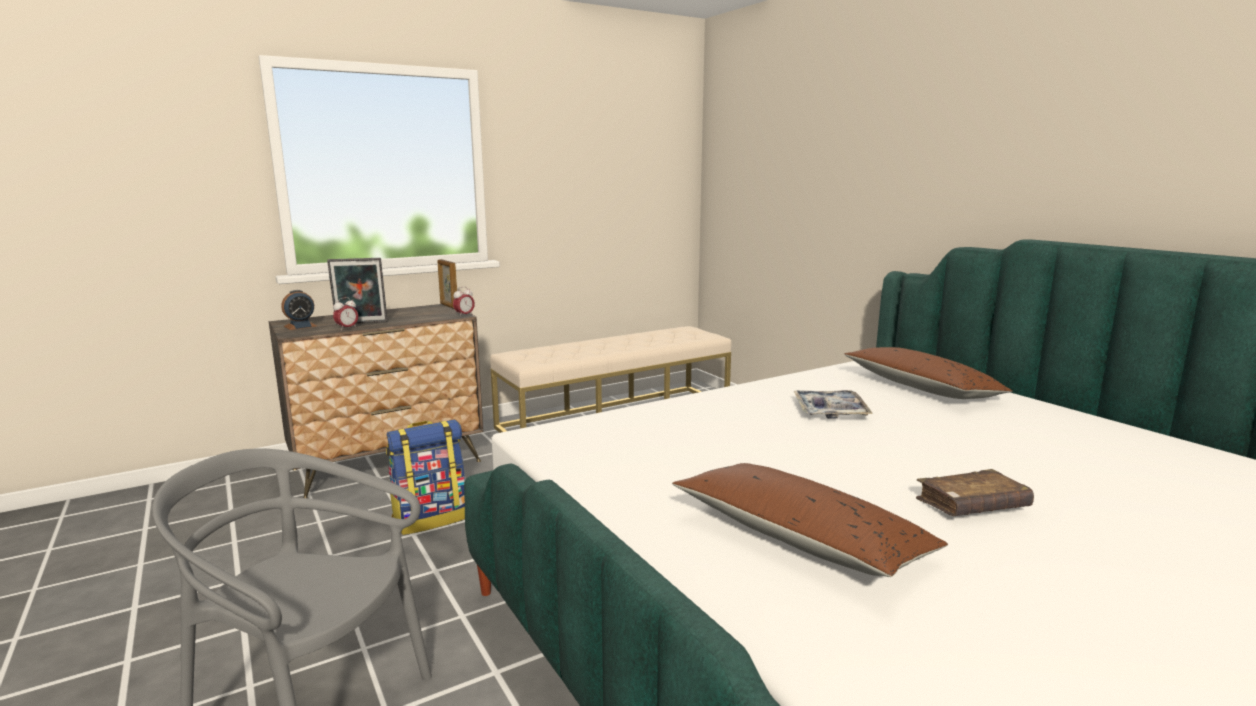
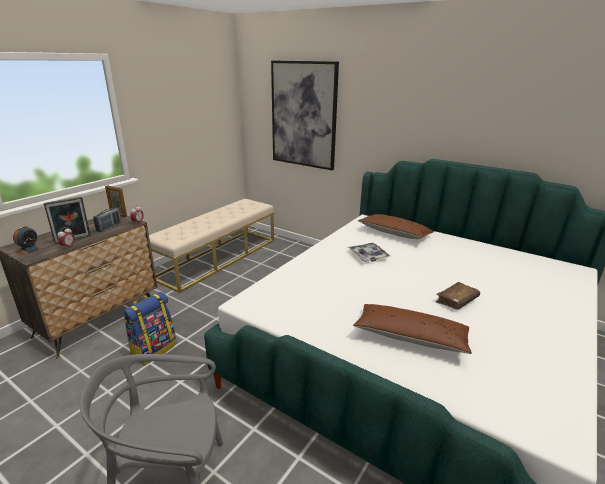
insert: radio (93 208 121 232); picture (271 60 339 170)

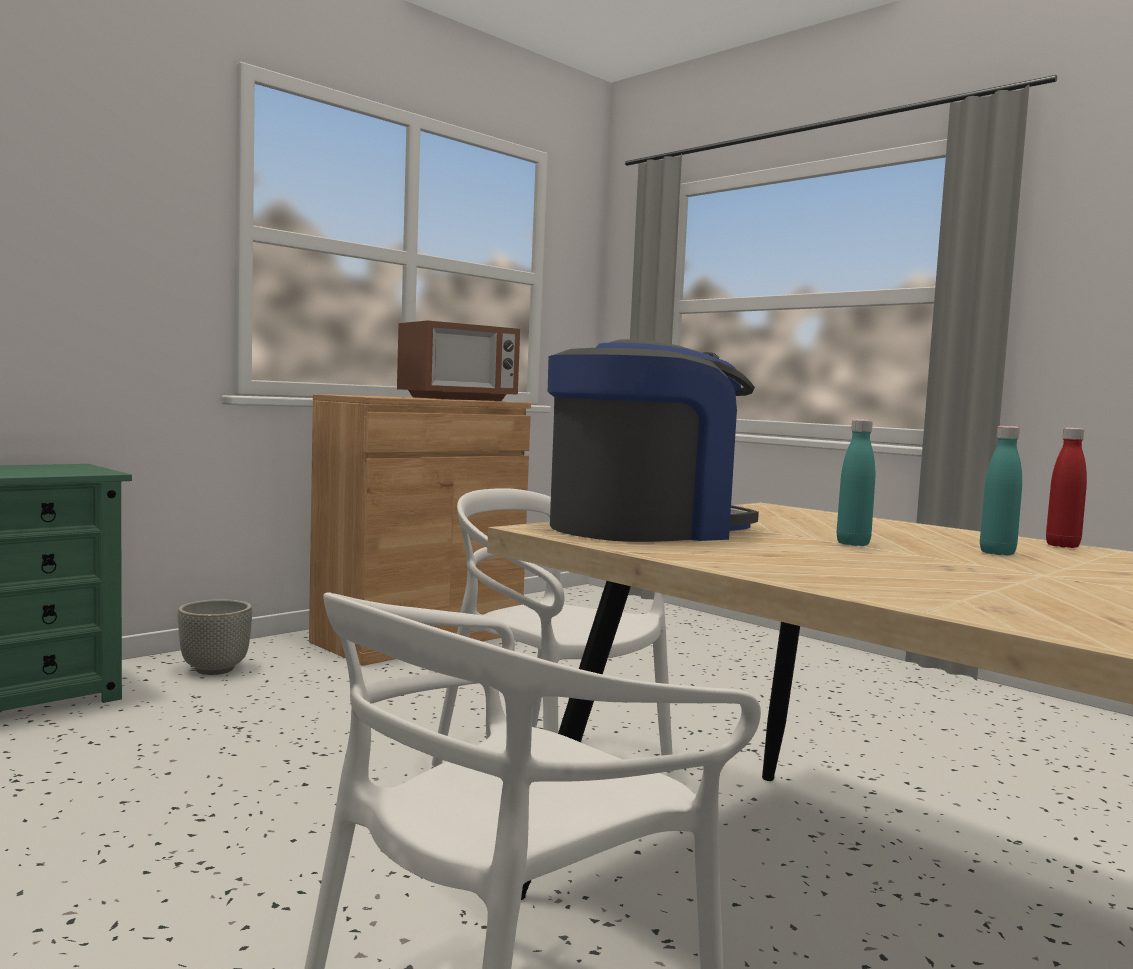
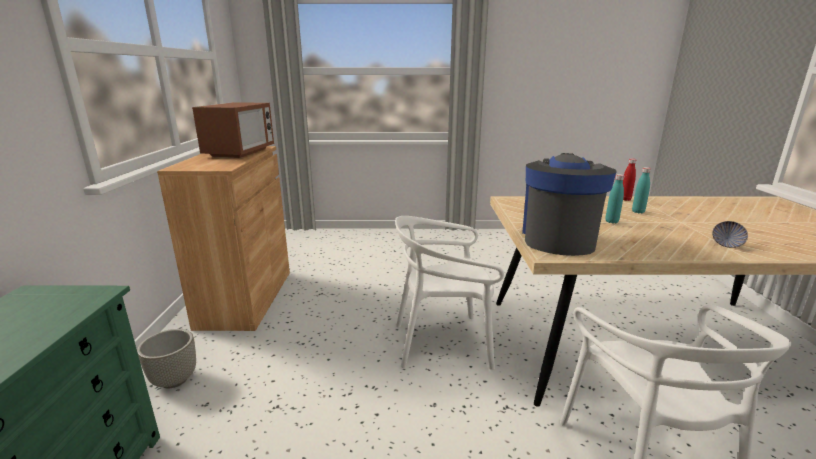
insert: bowl (712 221 748 248)

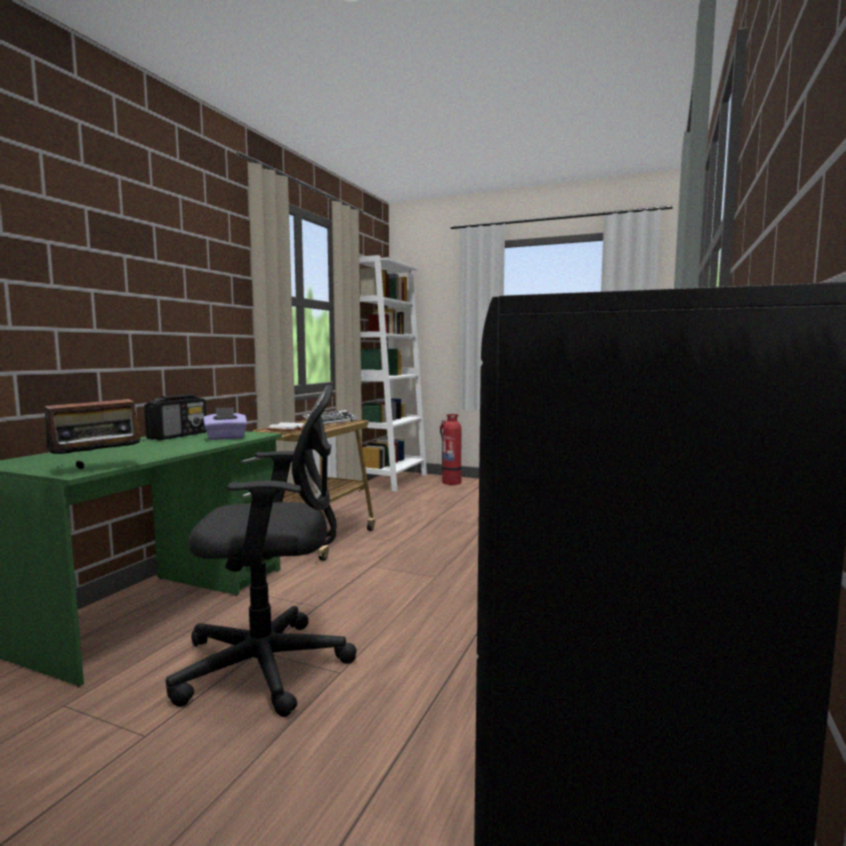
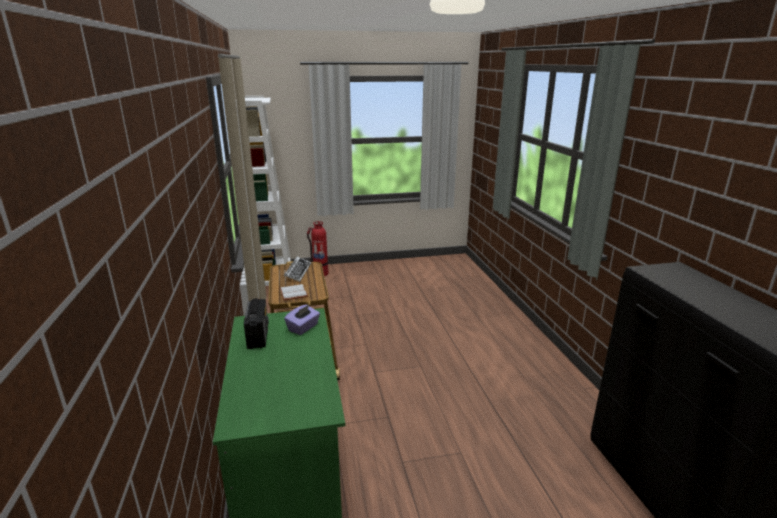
delete: radio (45 385 146 469); office chair (black) (166 385 357 717)

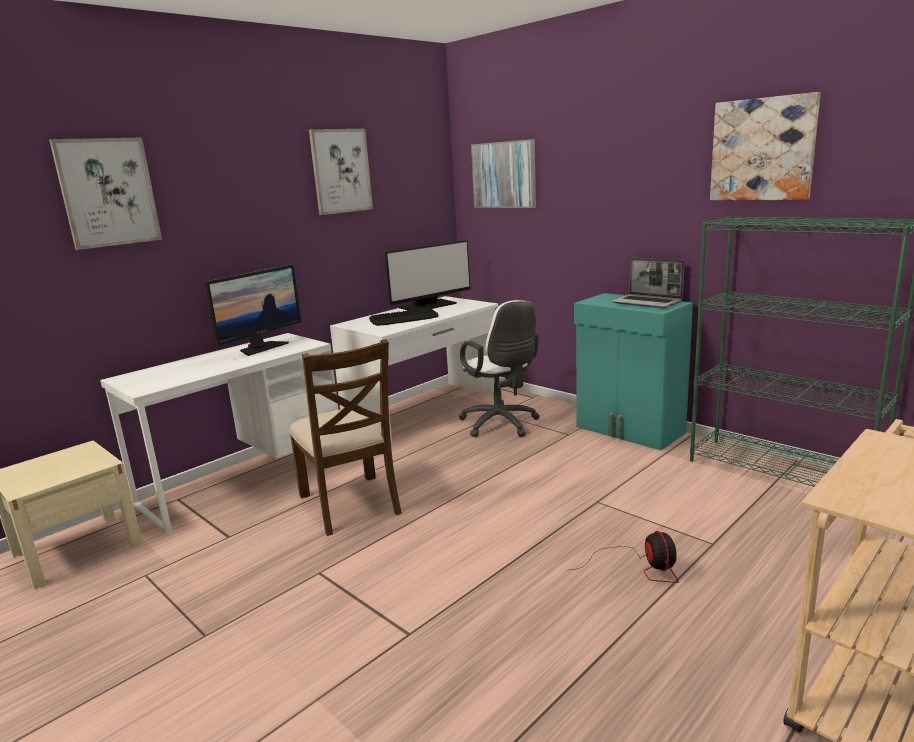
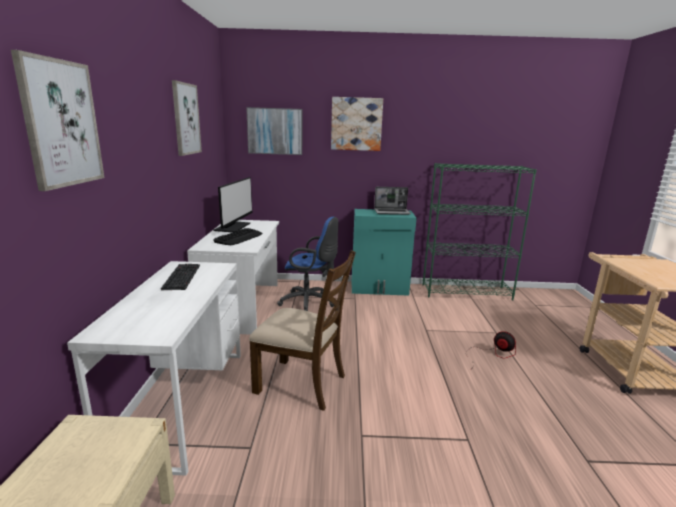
move: picture (710 92 821 200) to (331 97 383 151)
replace: monitor (205 264 301 356) to keyboard (161 264 200 290)
recolor: office chair (white) (459 300 540 437) to office chair (blue) (277 217 338 311)

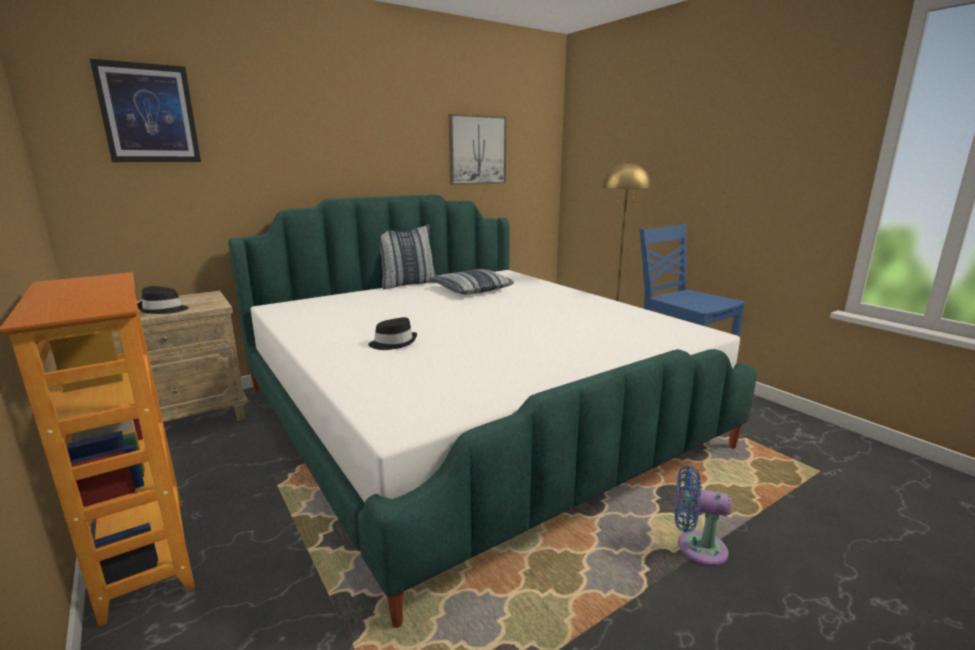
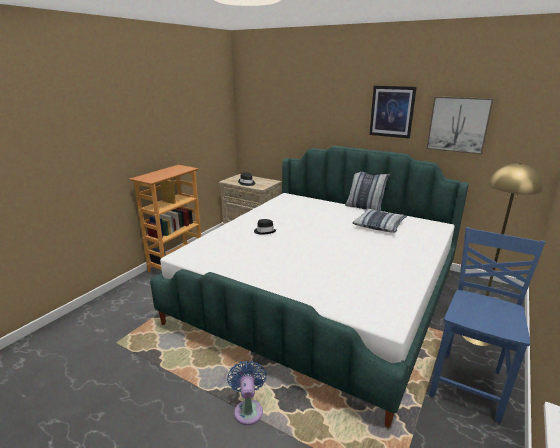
move: picture (90 59 201 162) to (369 86 417 138)

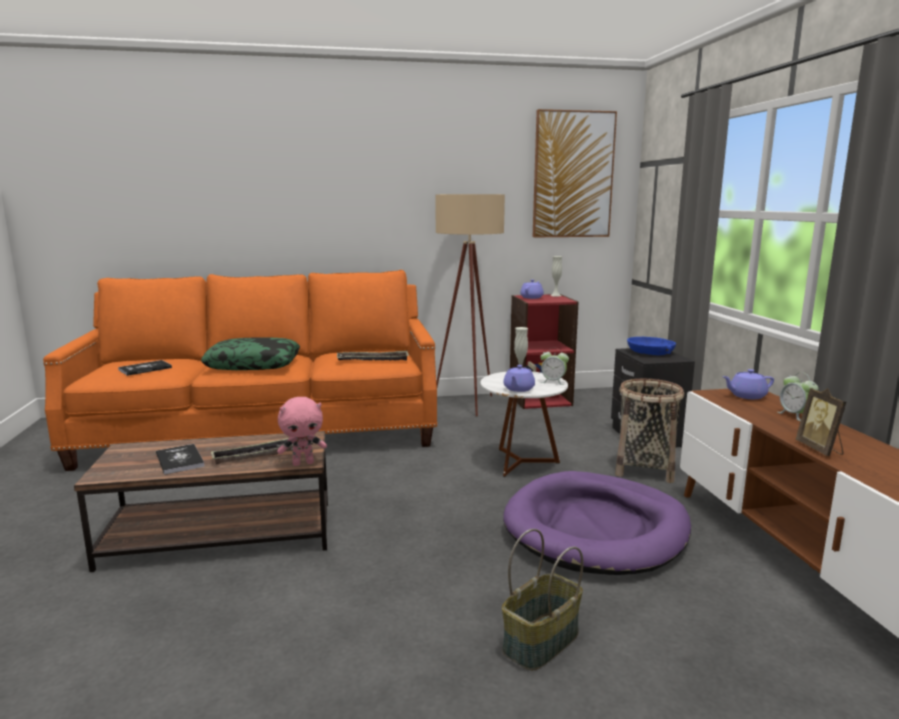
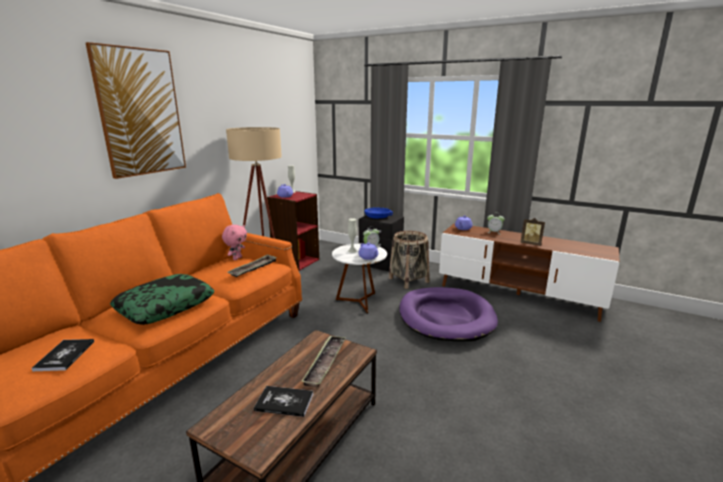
delete: basket (502 529 583 670)
move: plush toy (pink) (277 397 327 466) to (222 225 247 260); picture (533 109 617 237) to (86 42 186 179)

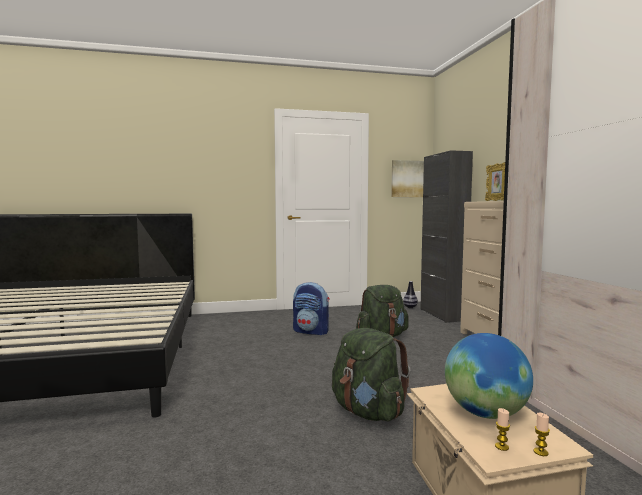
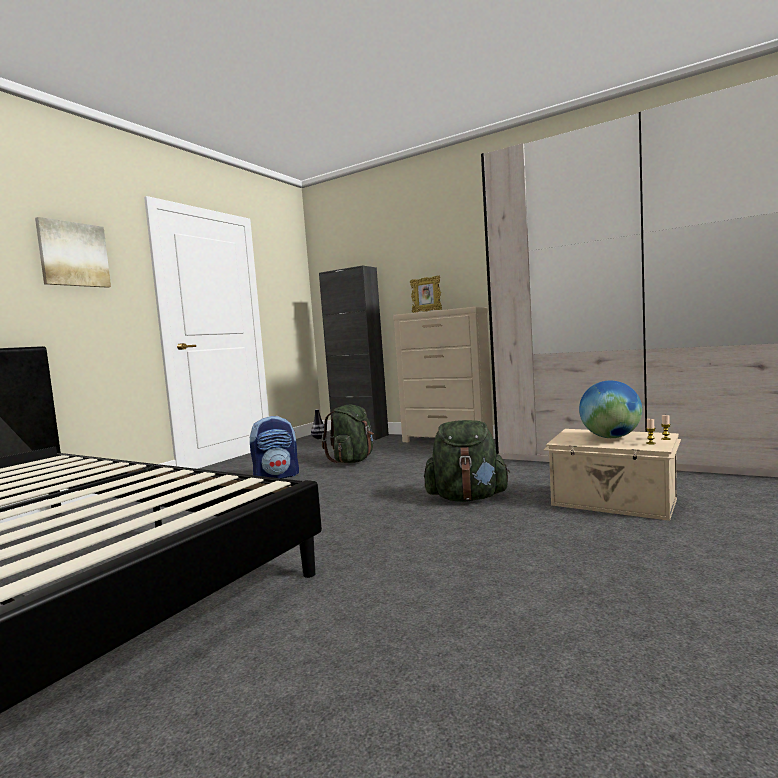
move: picture (391 160 424 197) to (35 217 111 288)

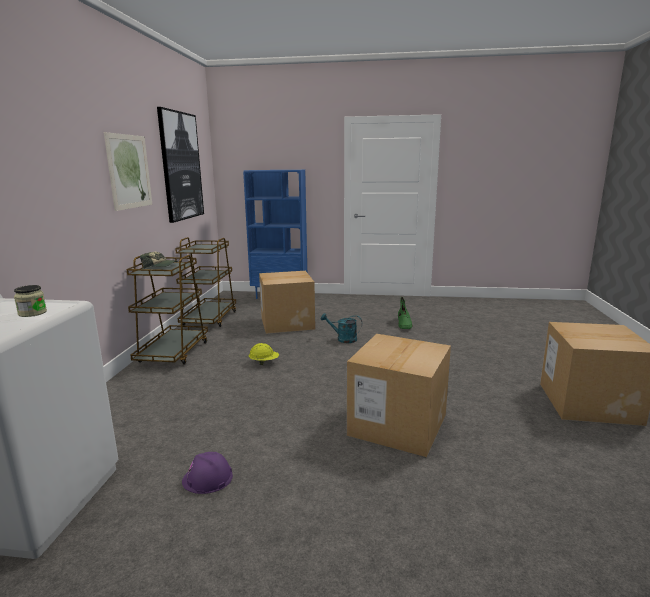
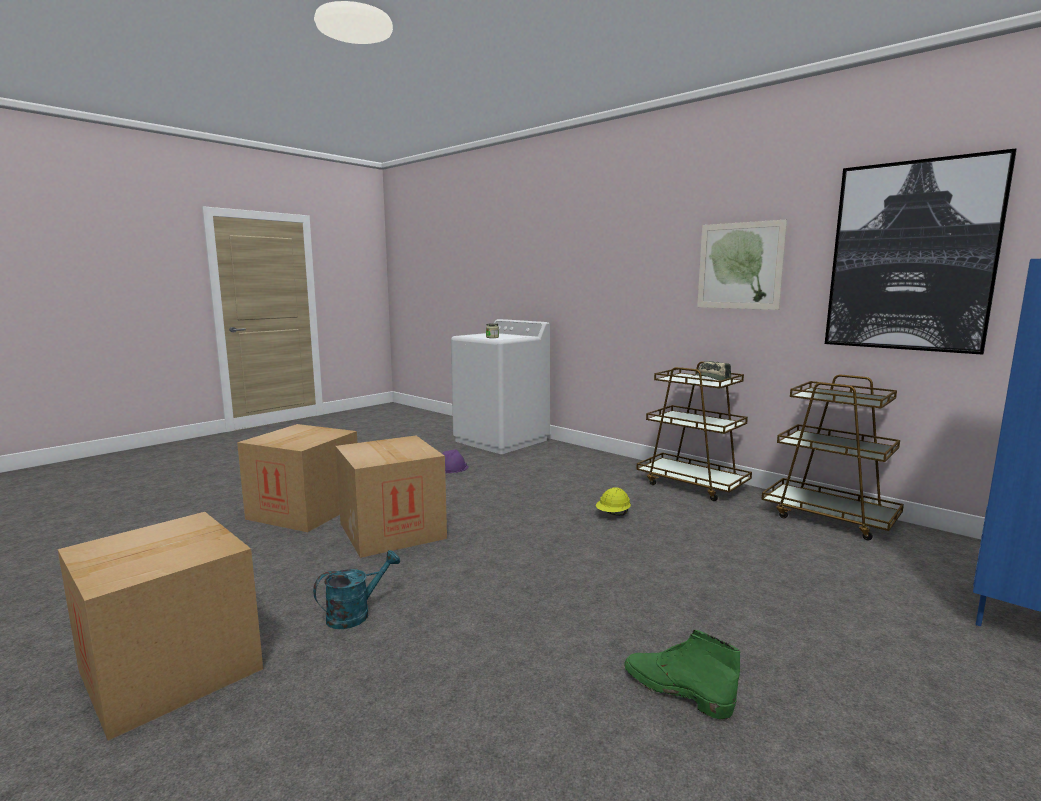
move: cardboard box (259 271 315 334) to (237 424 358 532); watering can (turquoise) (321 313 362 343) to (313 550 400 629)

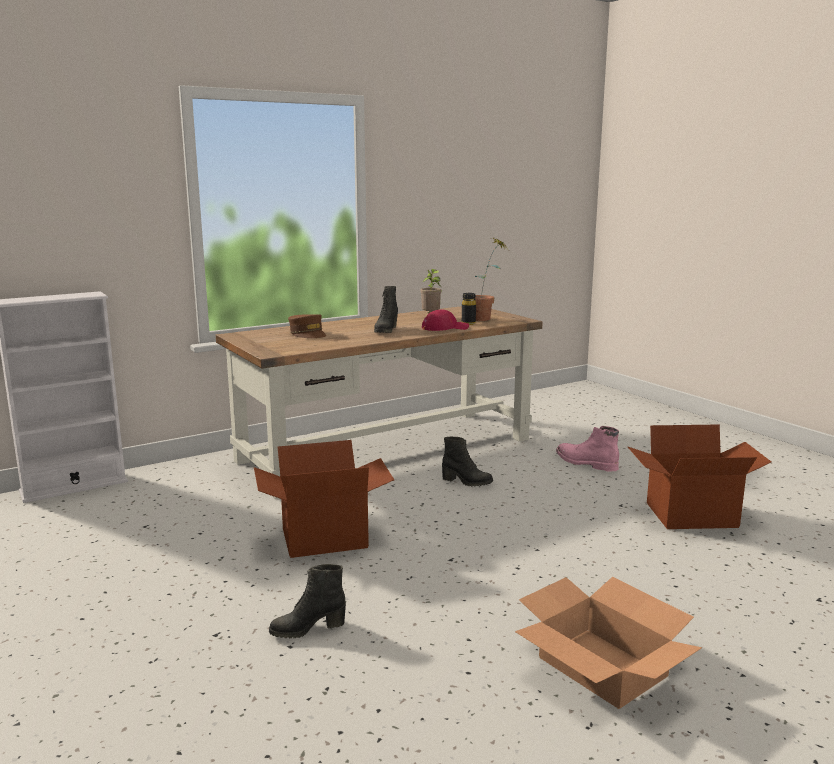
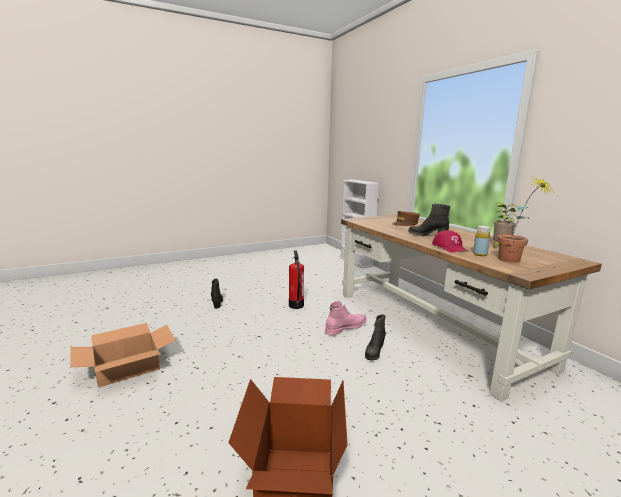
move: boot (pink) (556 426 619 472) to (325 301 367 336)
replace: cardboard box (254 440 394 558) to fire extinguisher (289 251 304 309)
recolor: bottle (black) (462 293 476 325) to bottle (yellow) (473 226 491 256)

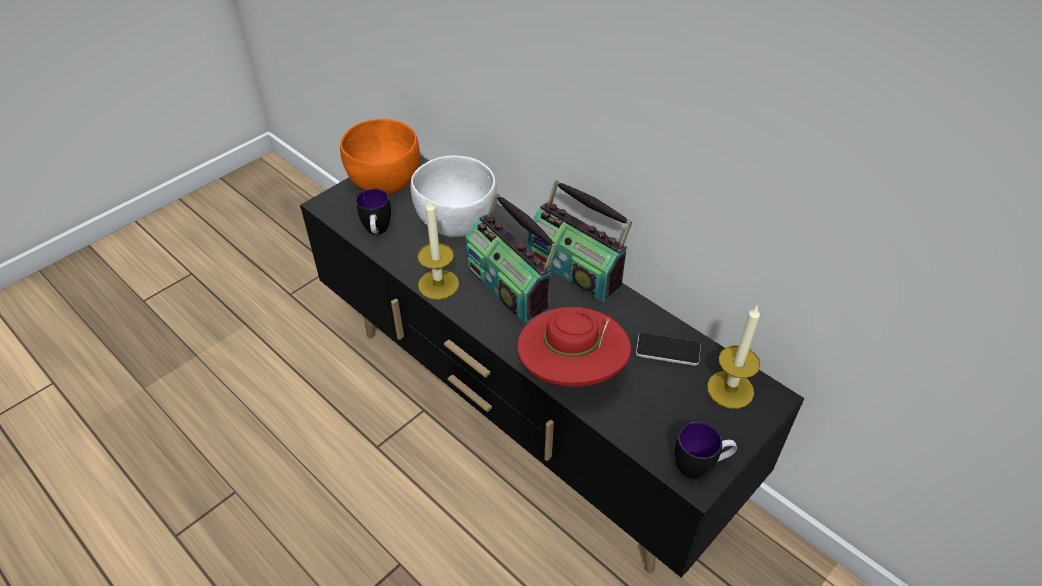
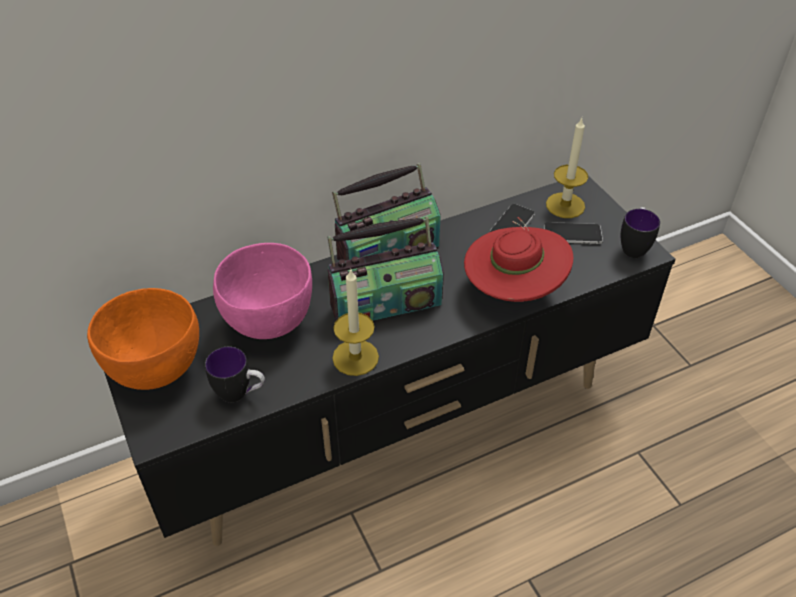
insert: phone (544 222 603 244)
recolor: bowl (white) (411 155 497 237) to bowl (pink) (213 243 312 339)

